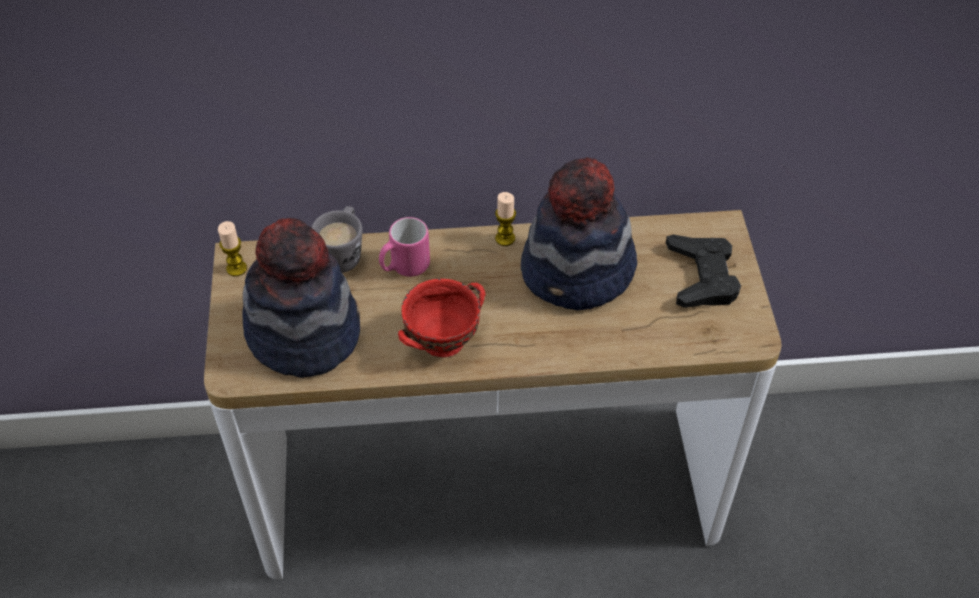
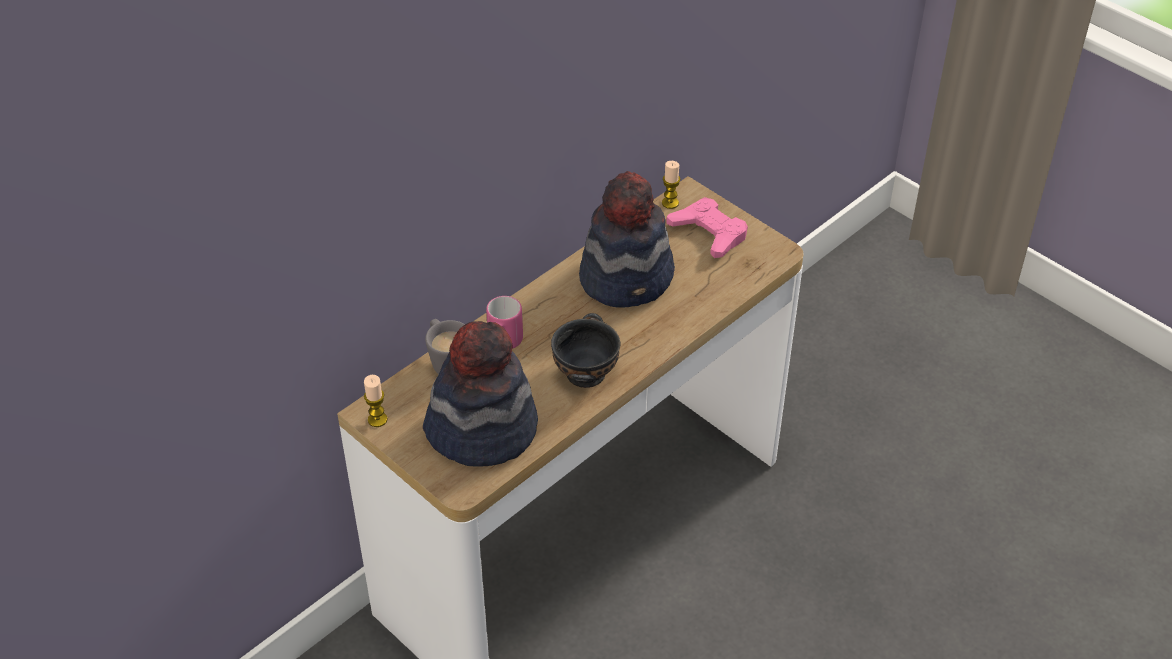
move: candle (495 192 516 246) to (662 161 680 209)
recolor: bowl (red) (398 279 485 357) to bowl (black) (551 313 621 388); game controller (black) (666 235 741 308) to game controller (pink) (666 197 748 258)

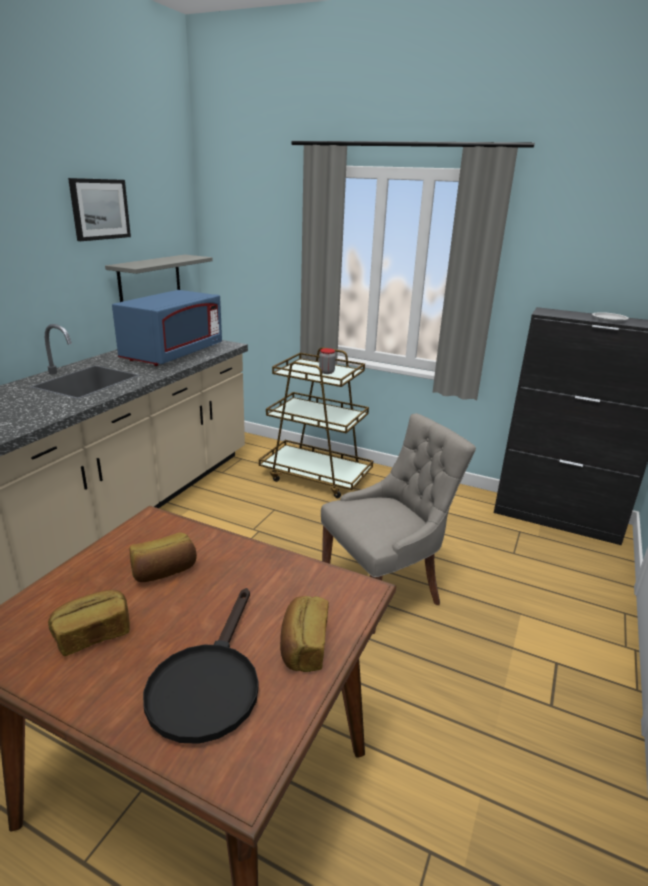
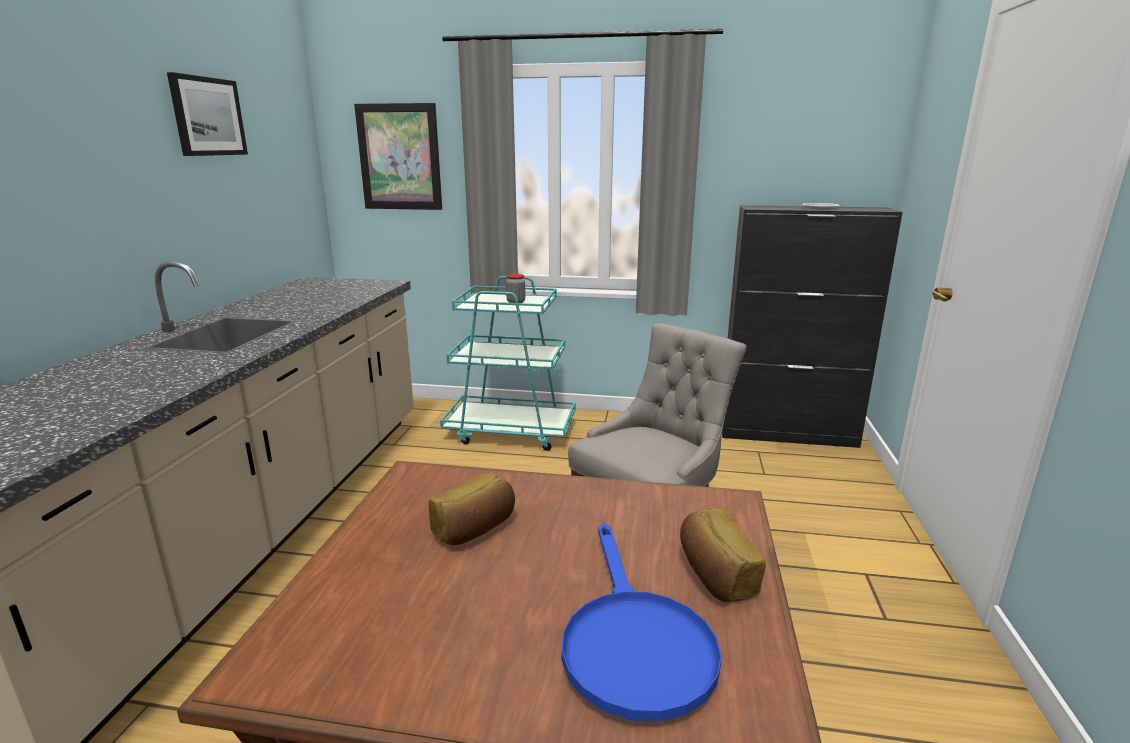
delete: bread (48 590 130 656); shelf (grey) (105 255 213 302); microwave (blue) (112 290 222 366)
insert: picture (354 103 442 210)
recolor: frying pan (black) (143 588 259 744) to frying pan (blue) (562 523 722 721); cart (brown) (259 347 373 498) to cart (turquoise) (440 276 575 451)

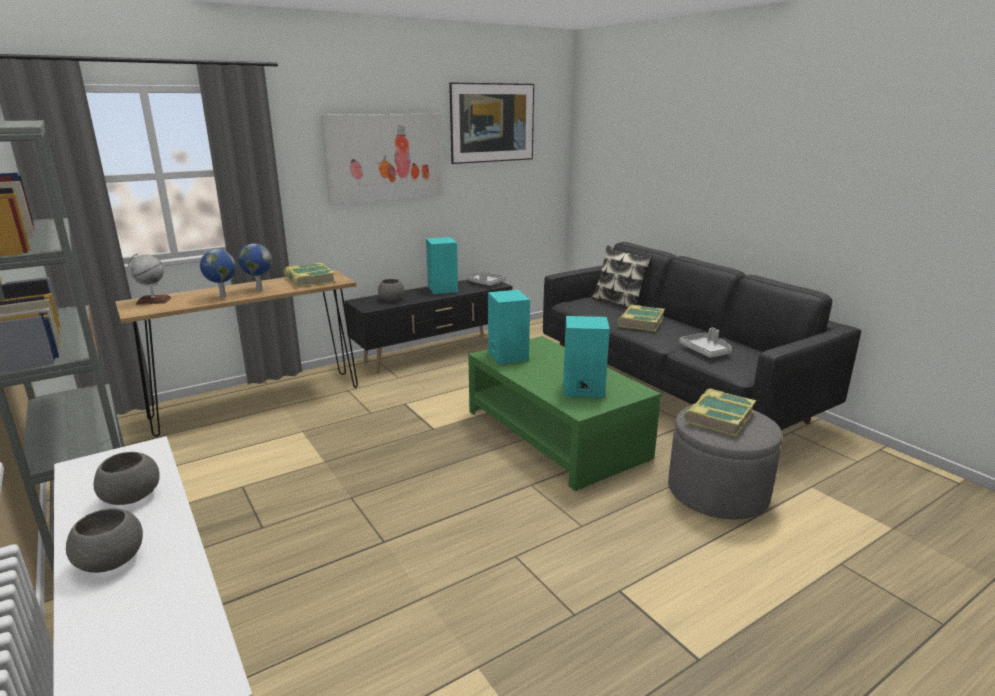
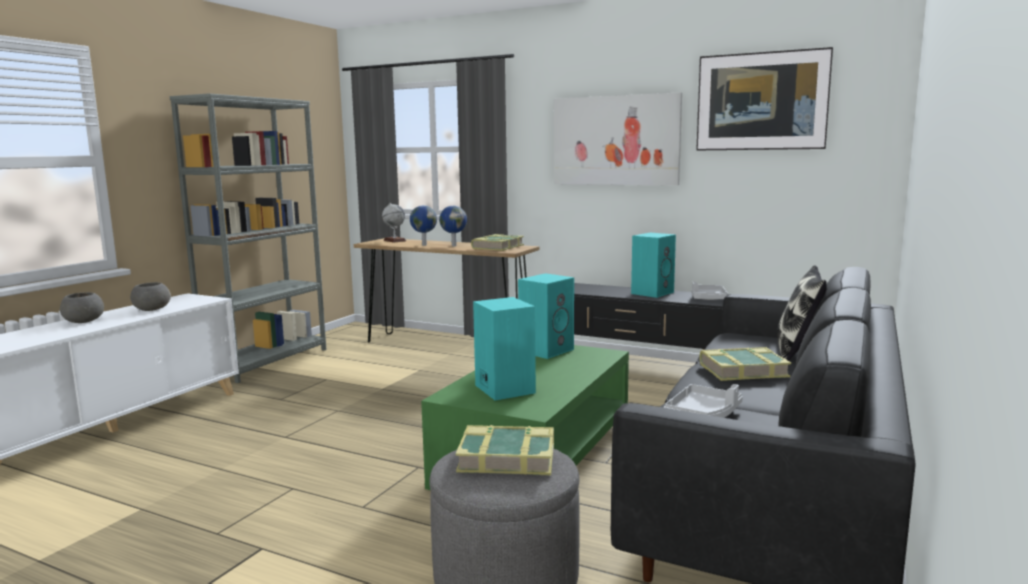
delete: bowl (grey) (378 279 405 301)

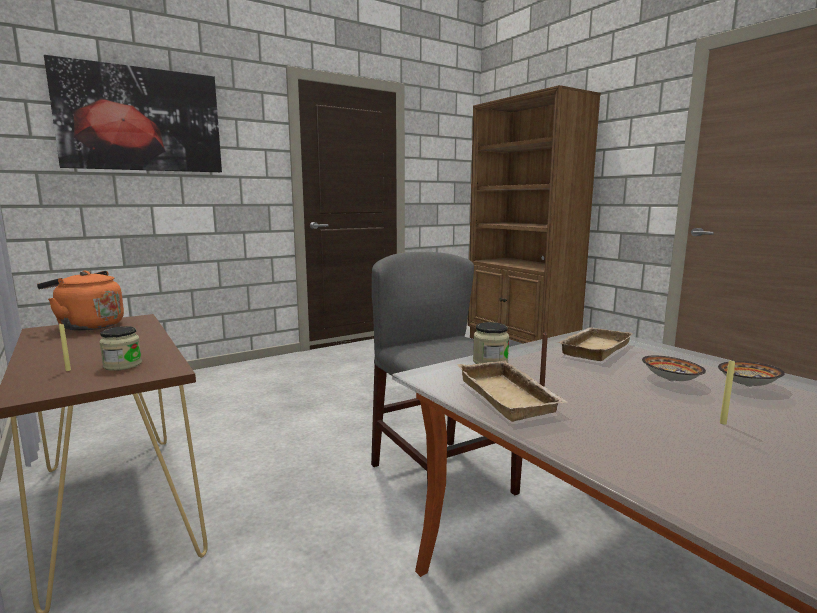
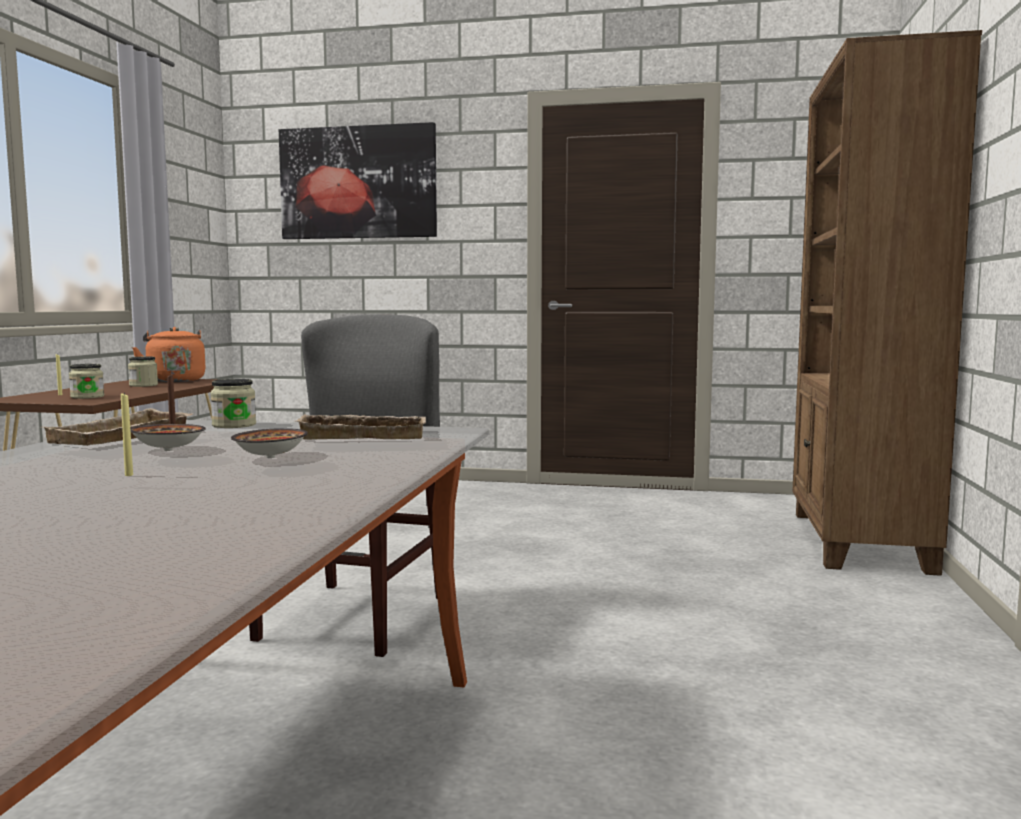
insert: jar (128 356 158 387)
move: bowl (718 361 785 387) to (130 424 206 451)

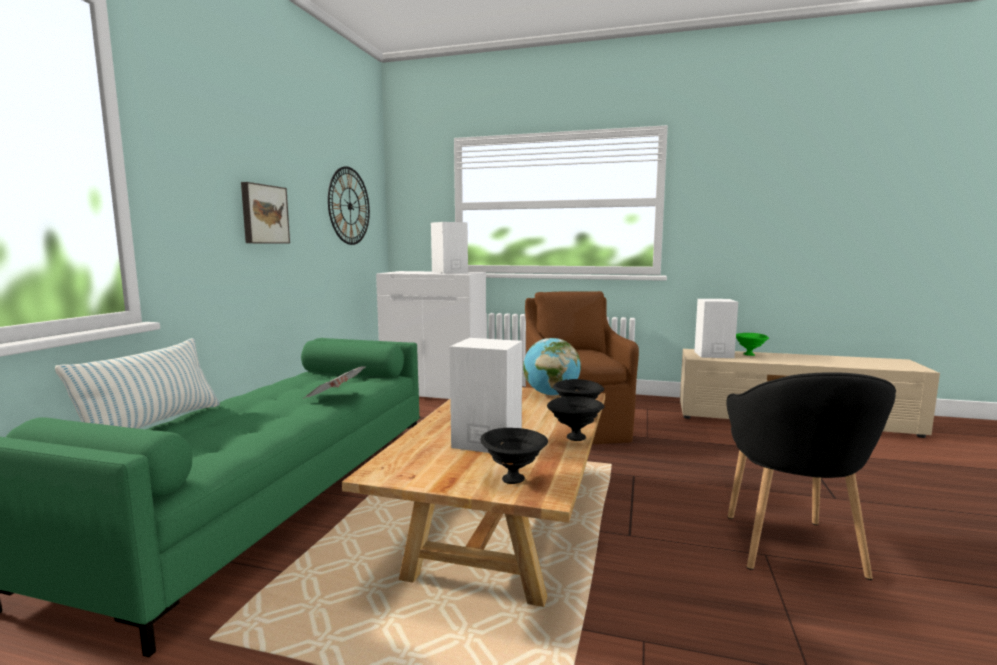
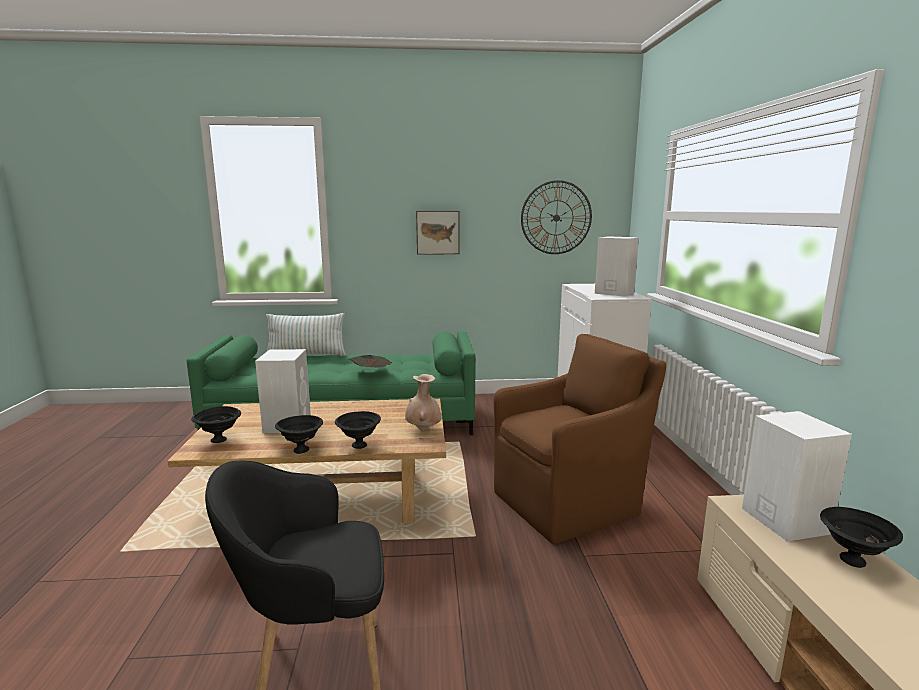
replace: globe (523 338 581 396) to vase (beige) (405 374 441 431)
recolor: bowl (green) (736 333 769 356) to bowl (black) (820 507 903 568)

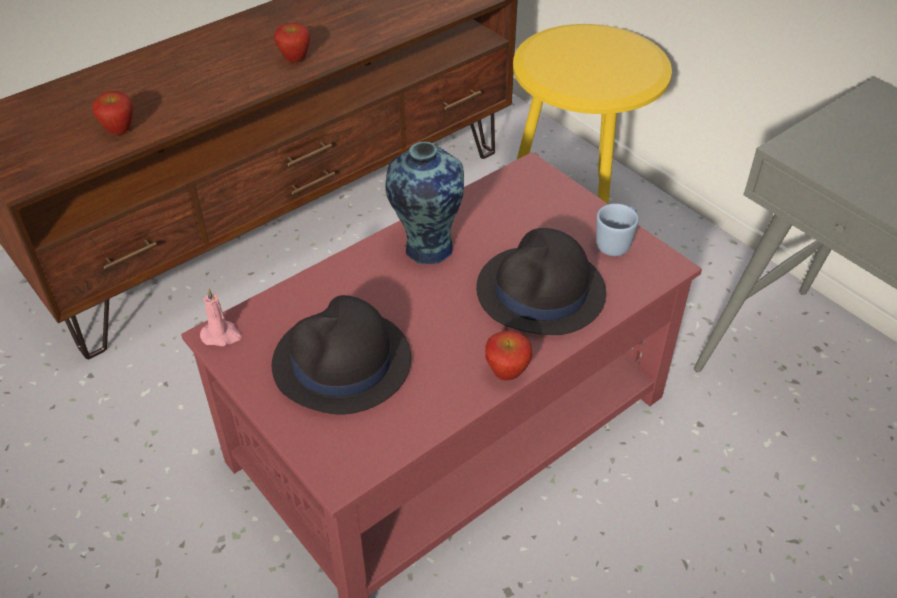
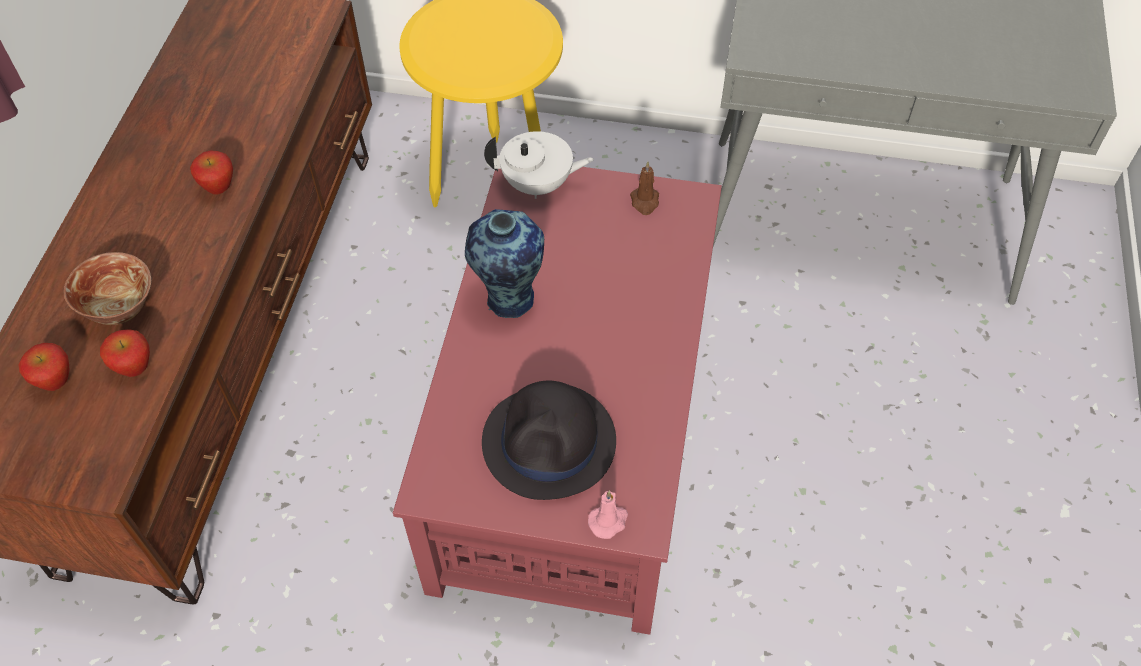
delete: hat (black) (476 228 606 335)
insert: bowl (63 252 152 325); teapot (white) (484 131 594 199)
move: candle (pink) (200 288 242 346) to (588 490 628 539); apple (485 330 532 381) to (18 343 70 391)
replace: mug (blue) (596 204 639 256) to candle (brown) (630 161 659 215)

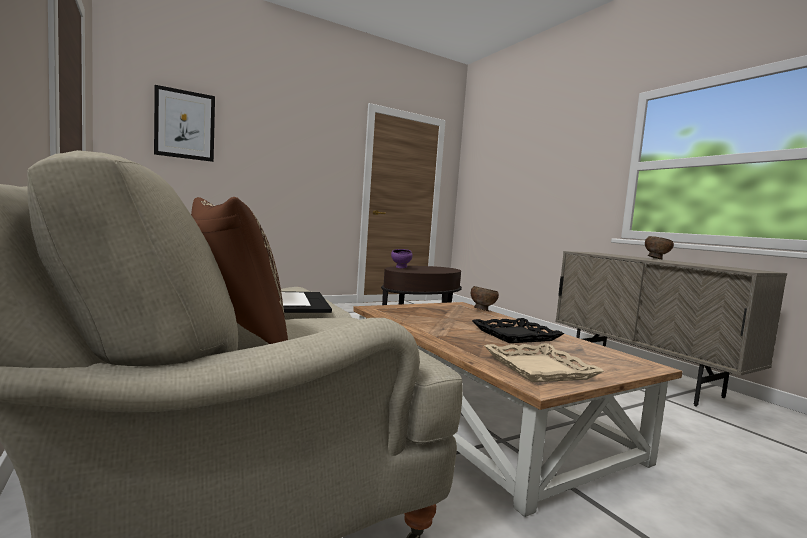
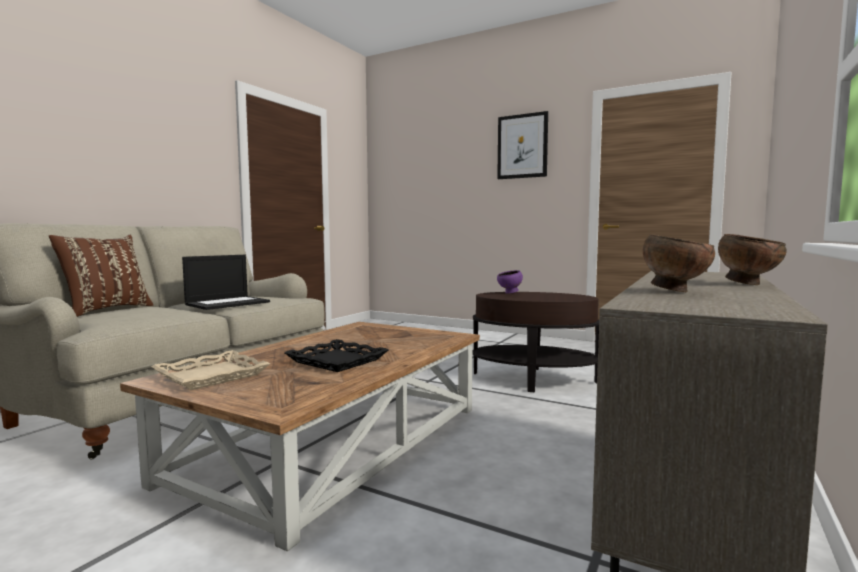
move: picture (154 85 215 162) to (497 111 548 179); bowl (brown) (471 286 499 311) to (643 234 715 293)

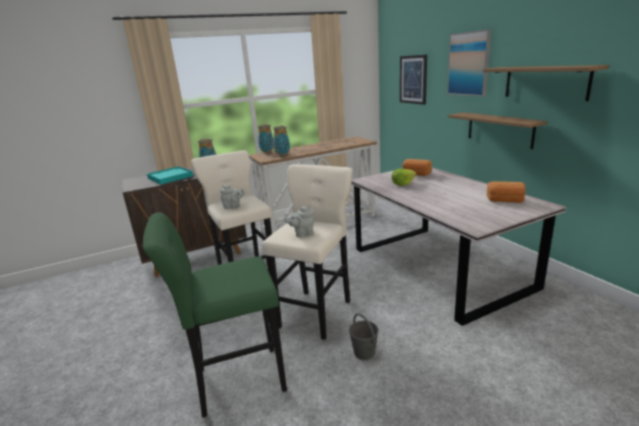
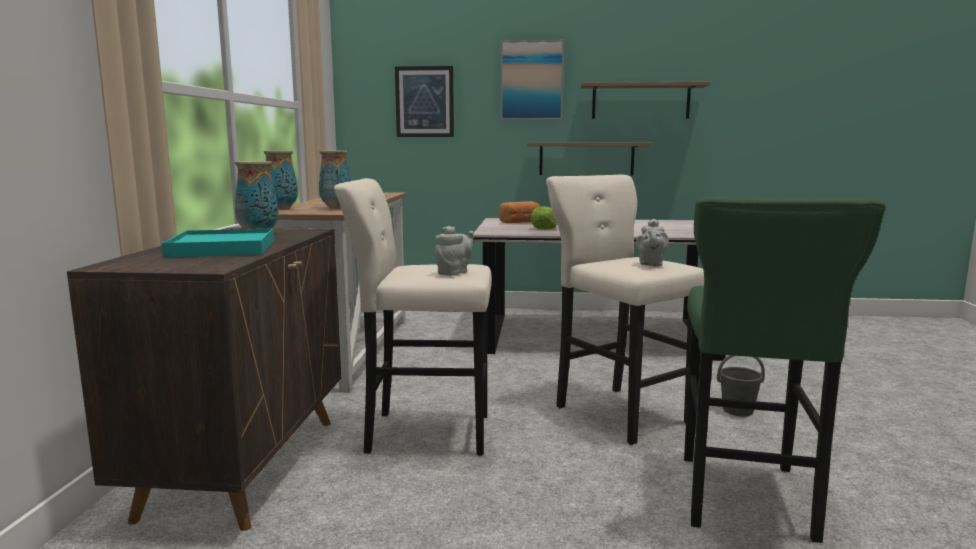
delete: bread (487 181 526 203)

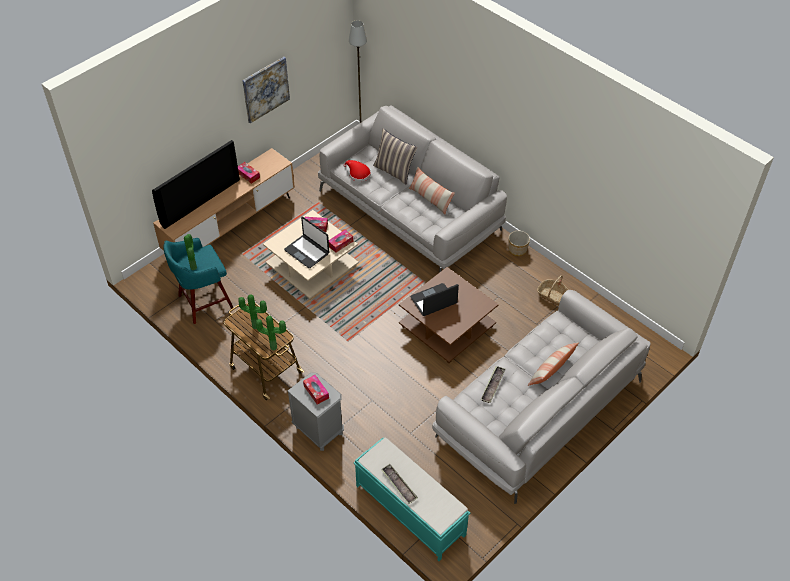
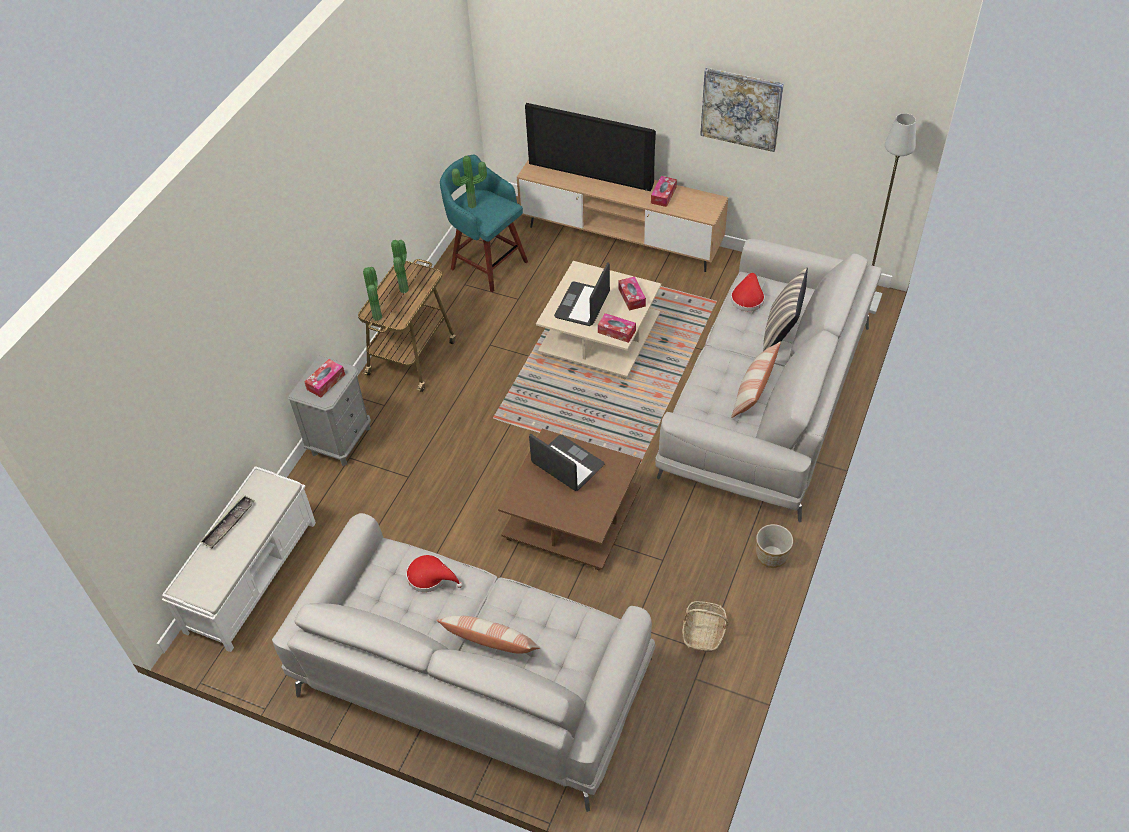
replace: tray (481 366 506 403) to hat (red) (406 555 463 592)
recolor: bench (turquoise) (354 437 470 561) to bench (white) (162 466 316 652)

